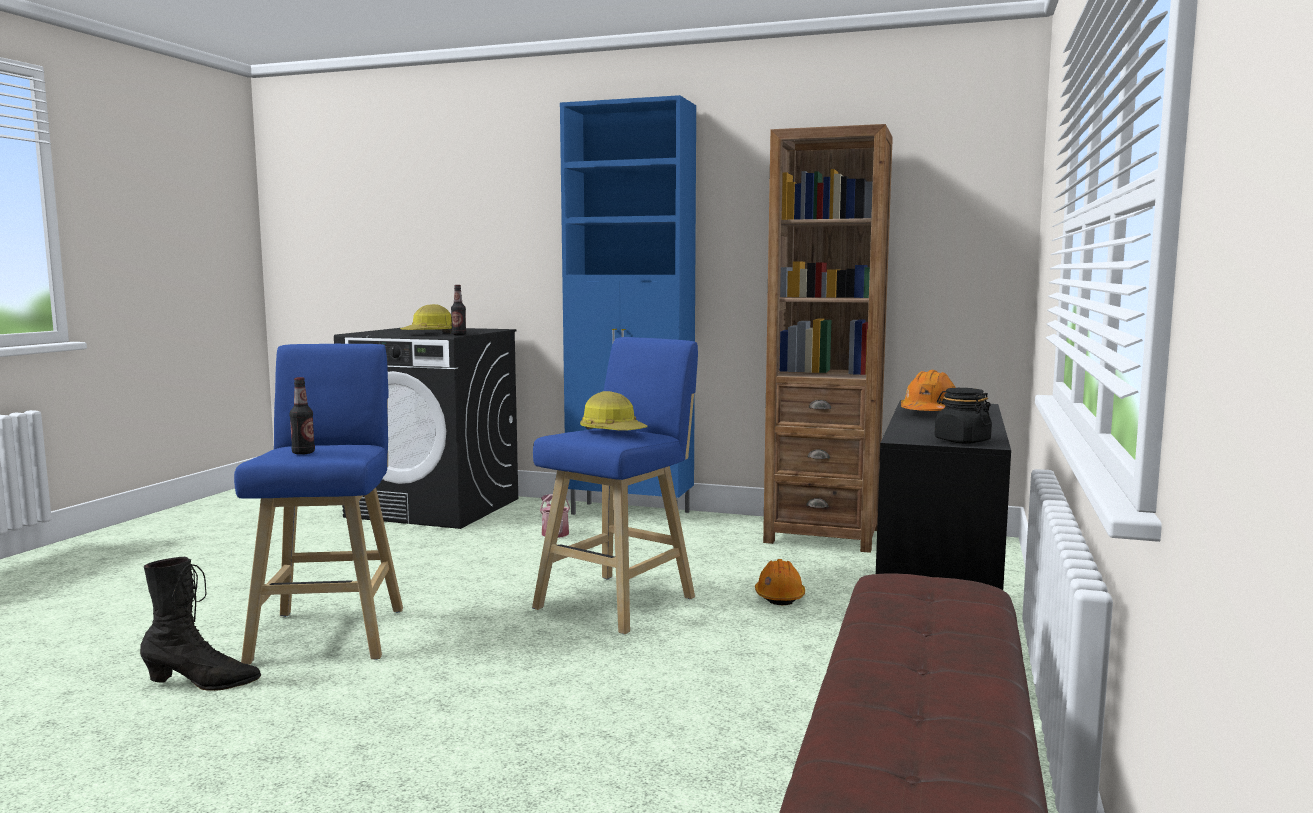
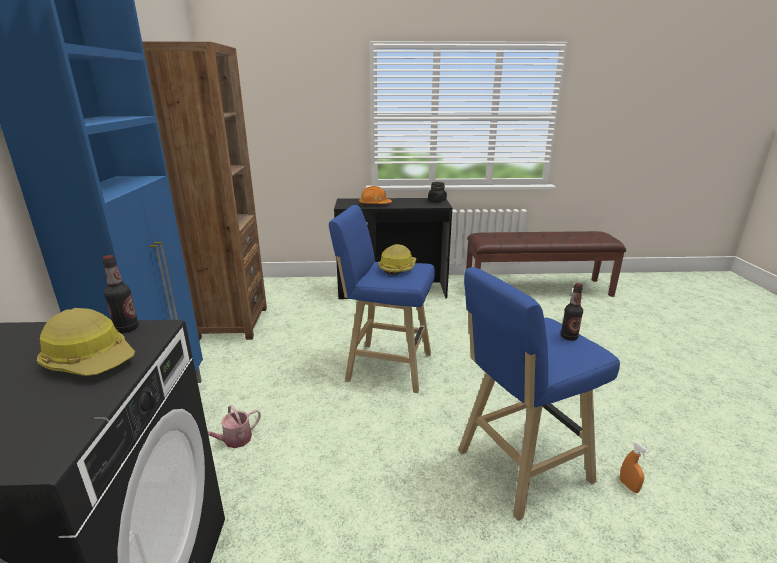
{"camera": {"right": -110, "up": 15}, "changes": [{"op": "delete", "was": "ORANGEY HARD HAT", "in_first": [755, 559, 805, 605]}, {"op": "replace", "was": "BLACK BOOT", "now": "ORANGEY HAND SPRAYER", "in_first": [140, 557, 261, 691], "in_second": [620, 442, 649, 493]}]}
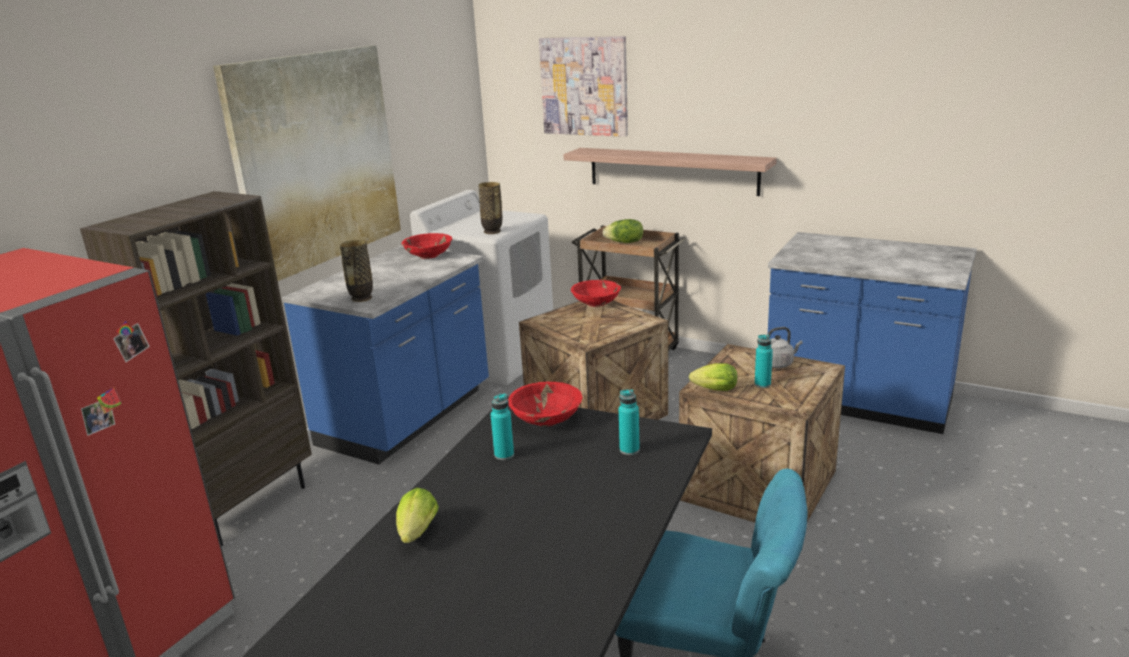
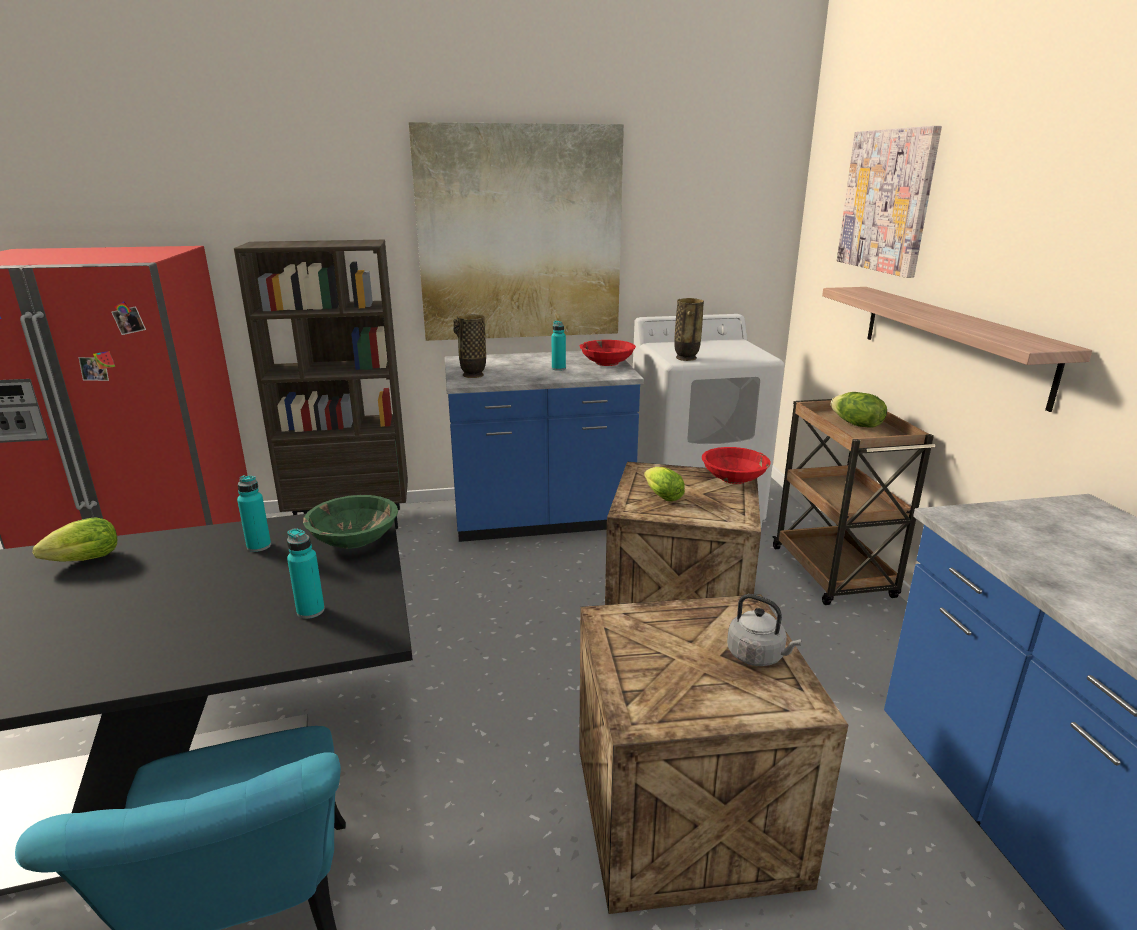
{"camera": {"right": 50, "up": 0}, "changes": [{"op": "move", "was": "LETTUCE", "in_first": [689, 363, 737, 391], "in_second": [644, 467, 685, 501]}, {"op": "move", "was": "TURQUOISE-COLOURED DRINK BOTTLE", "in_first": [755, 335, 773, 388], "in_second": [552, 321, 566, 371]}, {"op": "recolor", "was": "RED BOWL", "now": "GREEN-COLOURED BOWL", "in_first": [508, 382, 583, 427], "in_second": [303, 495, 398, 549]}]}
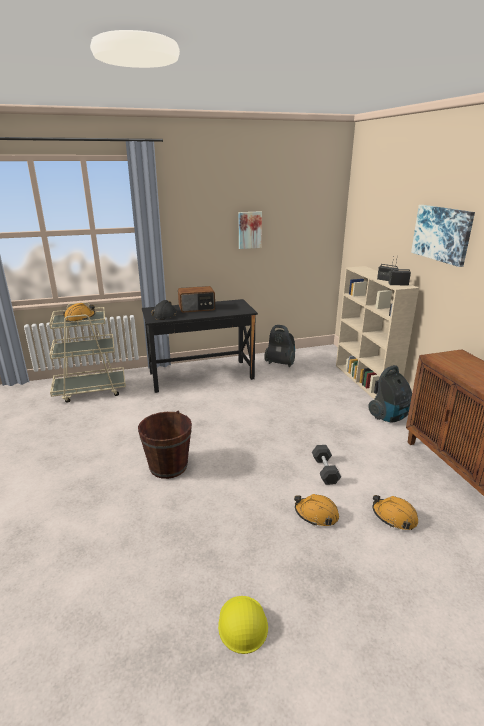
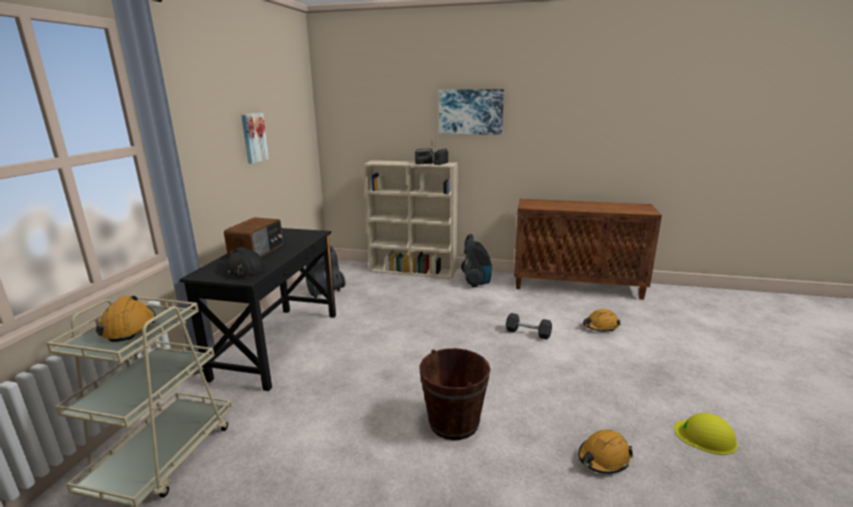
{"camera": {"right": -60, "up": -5}, "changes": [{"op": "move", "was": "ORANGEY HARD HAT", "in_first": [294, 494, 339, 526], "in_second": [578, 430, 633, 474]}]}
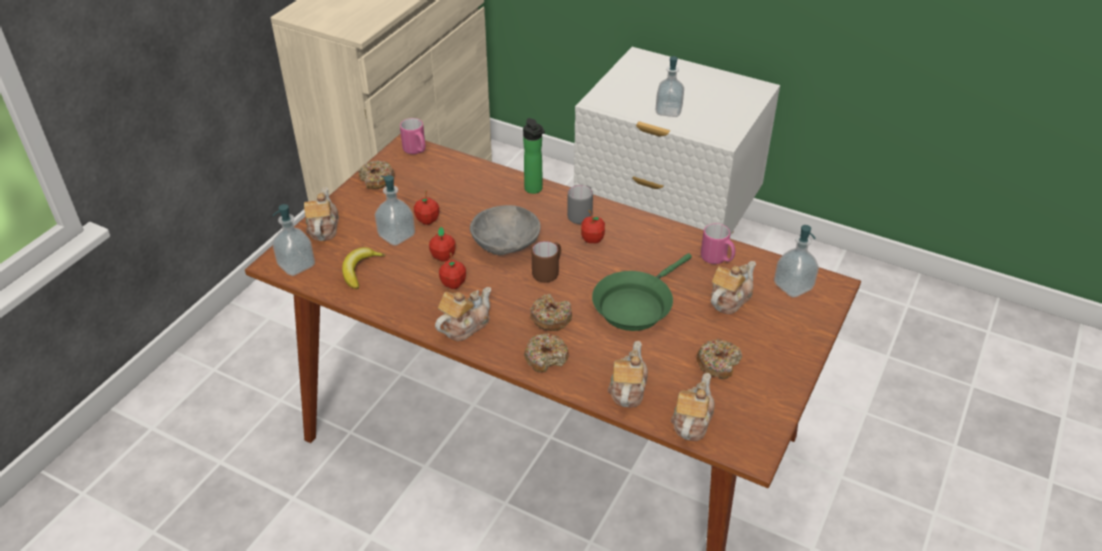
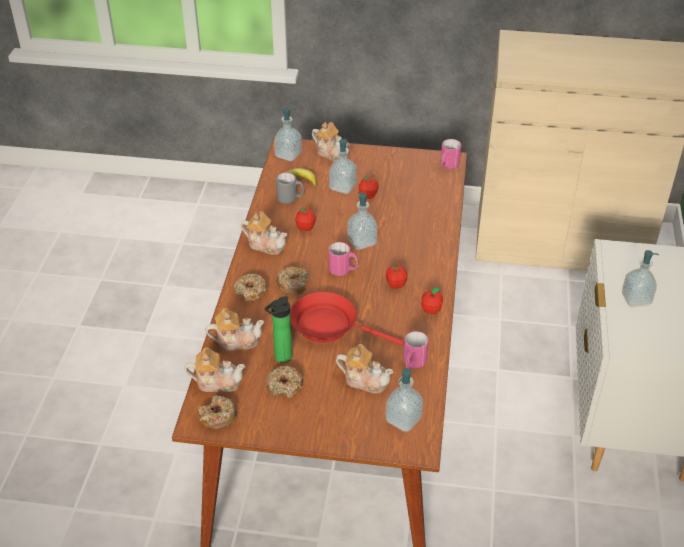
{"camera": {"right": 70, "up": 0}, "changes": [{"op": "move", "was": "DONUT", "in_first": [359, 160, 395, 189], "in_second": [198, 395, 237, 429]}, {"op": "move", "was": "APPLE", "in_first": [429, 227, 456, 261], "in_second": [421, 287, 443, 314]}, {"op": "move", "was": "DRINK BOTTLE", "in_first": [523, 118, 545, 194], "in_second": [265, 296, 292, 363]}, {"op": "move", "was": "GREYISH TEA MUG", "in_first": [567, 185, 593, 224], "in_second": [276, 173, 304, 204]}, {"op": "replace", "was": "GREYISH BOWL", "now": "SOAP BOTTLE", "in_first": [470, 205, 541, 255], "in_second": [348, 192, 377, 250]}, {"op": "recolor", "was": "BROWNISH TEA MUG", "now": "PINK-COLOURED TEA MUG", "in_first": [532, 241, 561, 283], "in_second": [328, 242, 359, 276]}, {"op": "recolor", "was": "GREEN-COLOURED SKILLET", "now": "RED SKILLET", "in_first": [592, 253, 692, 331], "in_second": [290, 292, 404, 345]}, {"op": "rotate", "was": "TEAPOT", "in_first": [304, 187, 339, 241], "in_second": [312, 122, 350, 161], "clockwise": 60}]}
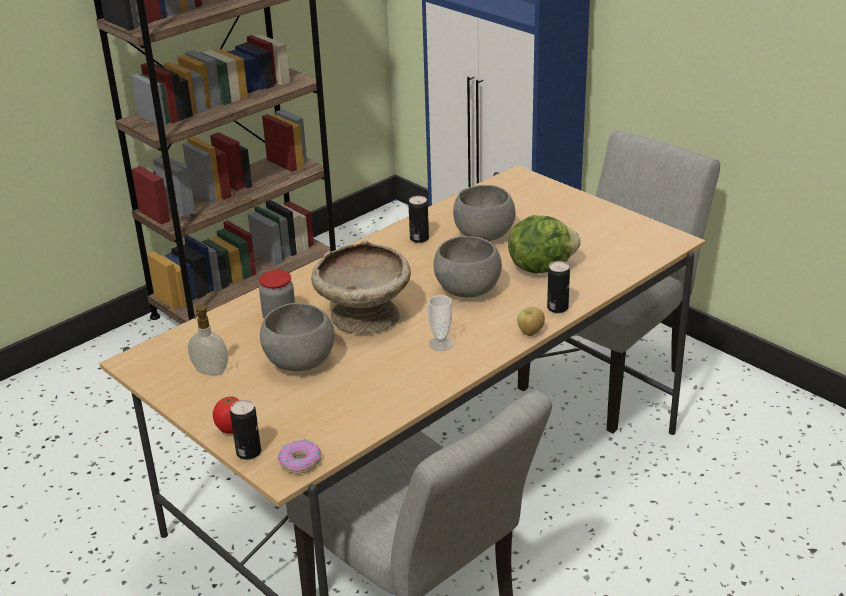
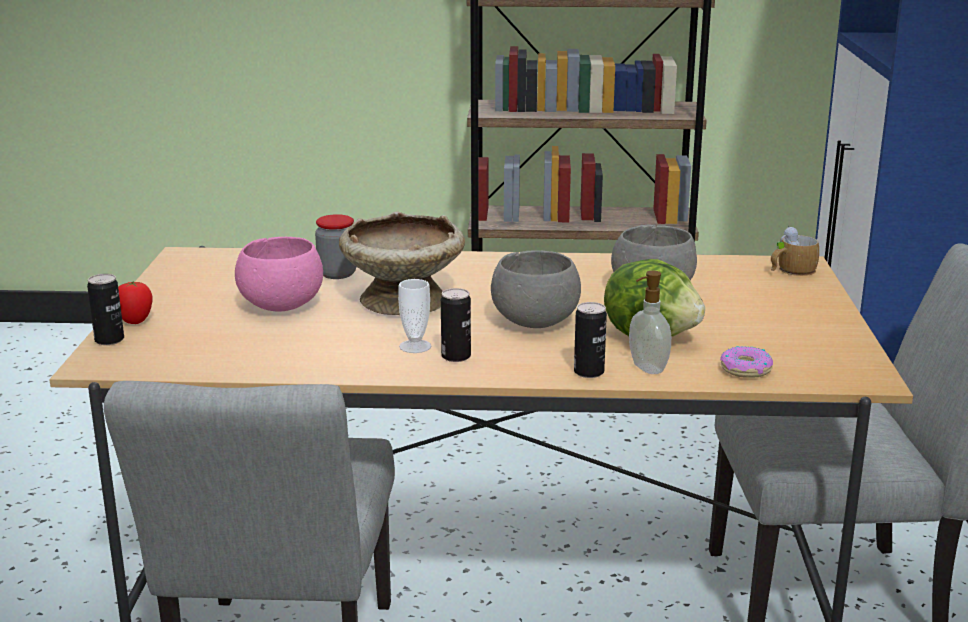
{"camera": {"right": 45, "up": -10}, "changes": [{"op": "delete", "was": "APPLE", "in_first": [517, 307, 545, 336]}, {"op": "insert", "now": "TEA MUG", "in_second": [771, 226, 819, 276]}, {"op": "move", "was": "SOAP BOTTLE", "in_first": [188, 305, 228, 376], "in_second": [629, 271, 671, 374]}, {"op": "move", "was": "DONUT", "in_first": [278, 439, 321, 474], "in_second": [720, 346, 773, 378]}, {"op": "move", "was": "SEALED CAN", "in_first": [408, 196, 429, 243], "in_second": [441, 288, 471, 362]}, {"op": "recolor", "was": "GREYISH BOWL", "now": "PINK-COLOURED BOWL", "in_first": [260, 303, 335, 371], "in_second": [235, 237, 323, 312]}]}
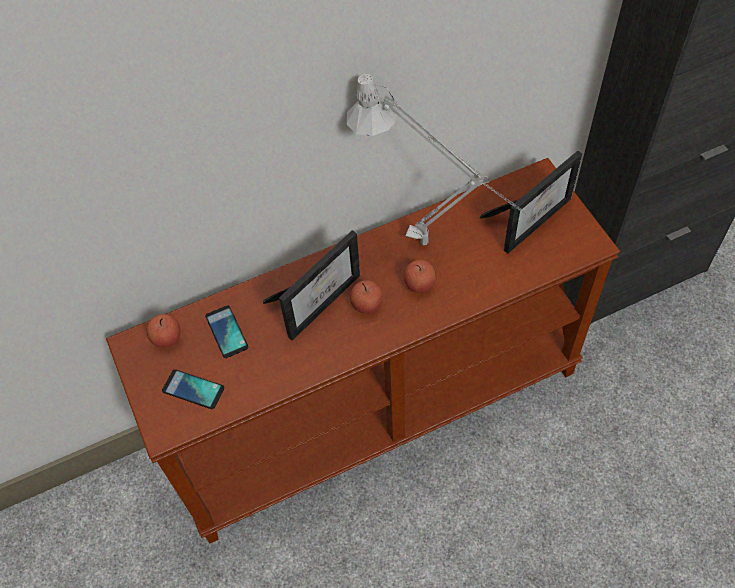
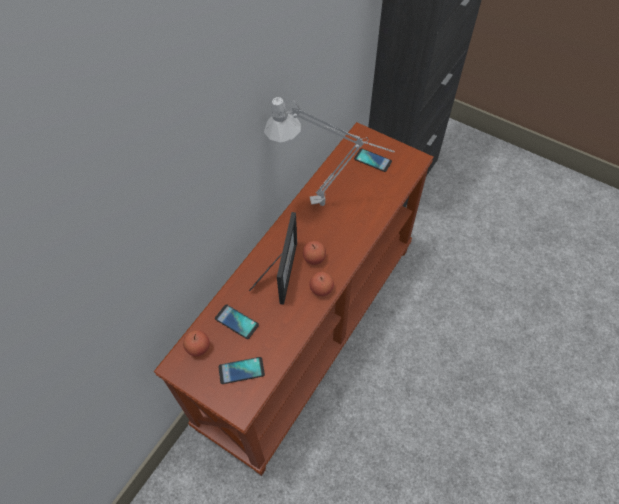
{"camera": {"right": -35, "up": 0}, "changes": [{"op": "move", "was": "APPLE", "in_first": [404, 260, 436, 293], "in_second": [309, 272, 334, 296]}, {"op": "replace", "was": "PHOTO FRAME", "now": "HANDSET", "in_first": [479, 151, 582, 254], "in_second": [354, 148, 392, 172]}]}
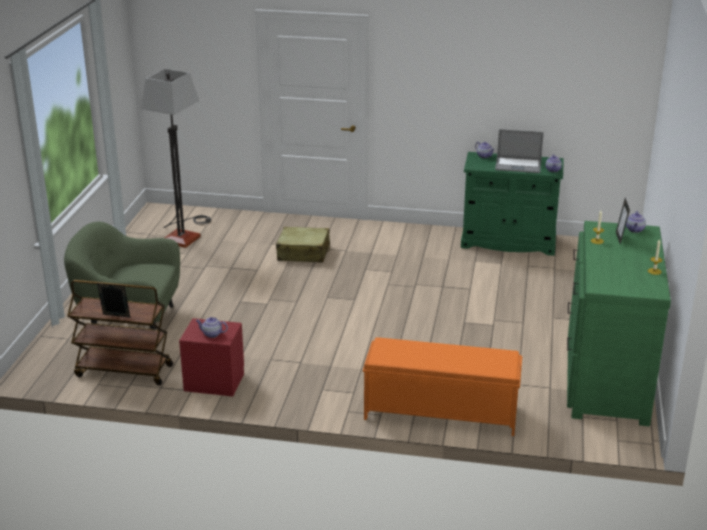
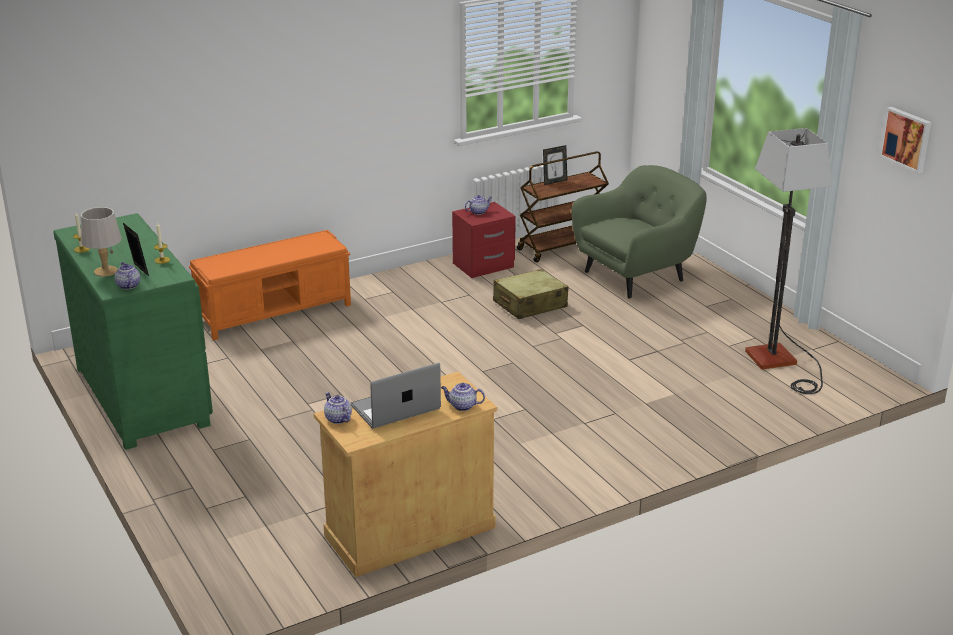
{"camera": {"right": 140, "up": 0}, "changes": [{"op": "insert", "now": "GREYISH TABLETOP LAMP", "in_second": [81, 207, 122, 277]}, {"op": "insert", "now": "PICTURE", "in_second": [879, 107, 931, 173]}, {"op": "move", "was": "BEIGE SUITCASE", "in_first": [276, 227, 330, 263], "in_second": [493, 269, 568, 319]}, {"op": "recolor", "was": "GREEN-COLOURED CUPBOARD", "now": "BEIGE CUPBOARD", "in_first": [461, 152, 564, 256], "in_second": [313, 372, 497, 577]}]}
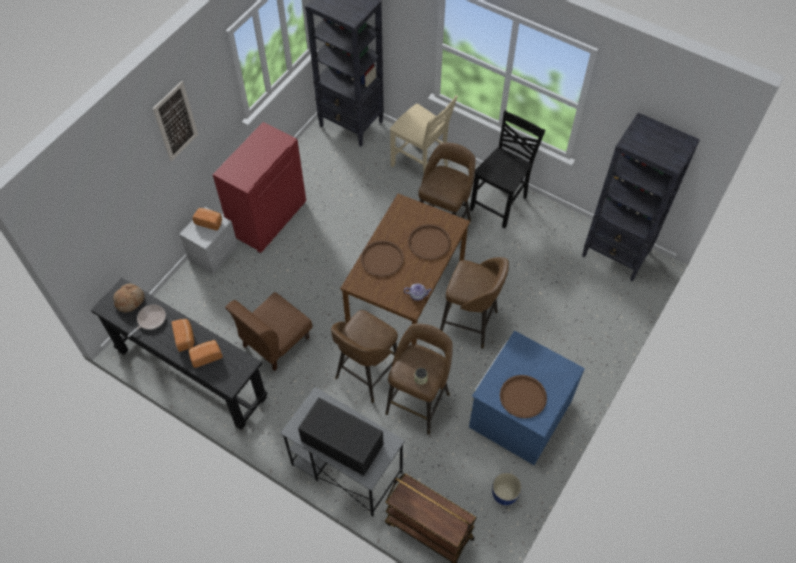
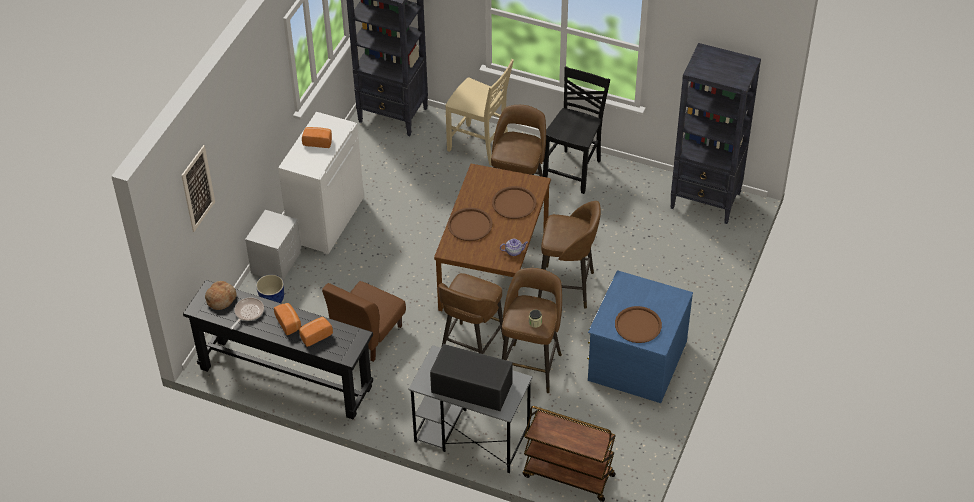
{"camera": {"right": -10, "up": -10}, "changes": [{"op": "move", "was": "PICTURE", "in_first": [153, 81, 198, 162], "in_second": [181, 145, 215, 232]}, {"op": "move", "was": "BAKERY BREAD", "in_first": [193, 208, 222, 231], "in_second": [302, 127, 332, 148]}, {"op": "move", "was": "PLANTER", "in_first": [492, 472, 522, 505], "in_second": [256, 275, 284, 303]}, {"op": "recolor", "was": "RED CUPBOARD", "now": "WHITE CUPBOARD", "in_first": [213, 122, 306, 253], "in_second": [278, 112, 364, 255]}]}
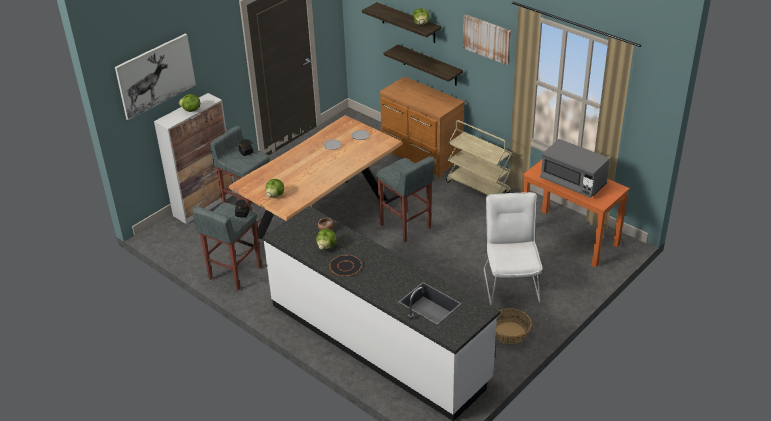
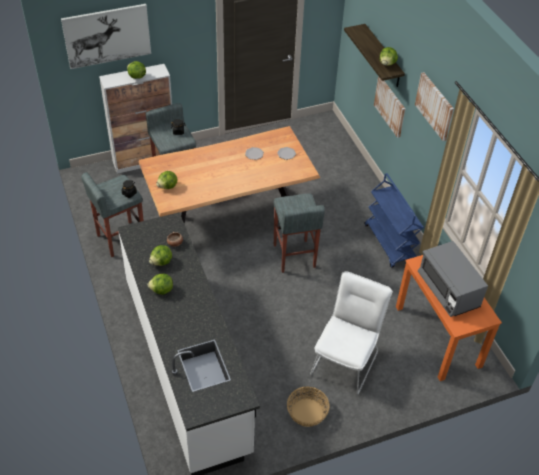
{"camera": {"right": 25, "up": 10}, "changes": [{"op": "delete", "was": "BROWNISH CHEST OF DRAWERS", "in_first": [380, 76, 465, 178]}, {"op": "replace", "was": "BLACK DINNER PLATE", "now": "LETTUCE", "in_first": [329, 255, 362, 276], "in_second": [148, 274, 173, 295]}, {"op": "replace", "was": "SHELF", "now": "PICTURE", "in_first": [384, 45, 463, 86], "in_second": [374, 77, 405, 138]}, {"op": "recolor", "was": "BEIGE WHEELED CART", "now": "BLUE WHEELED CART", "in_first": [446, 120, 512, 195], "in_second": [365, 173, 424, 268]}]}
